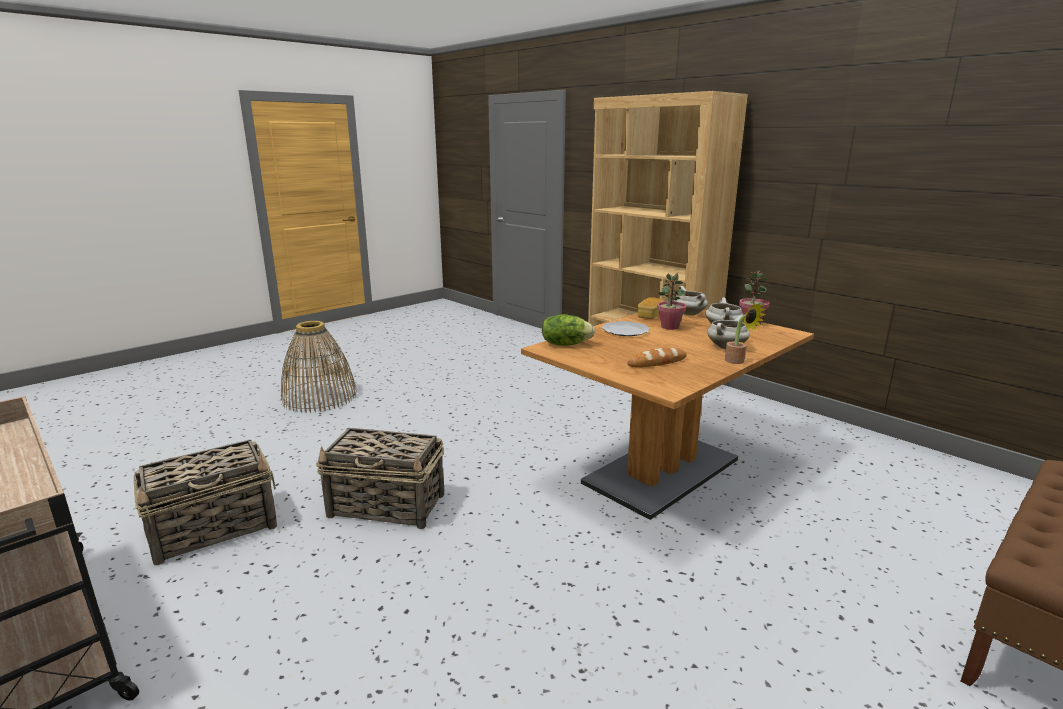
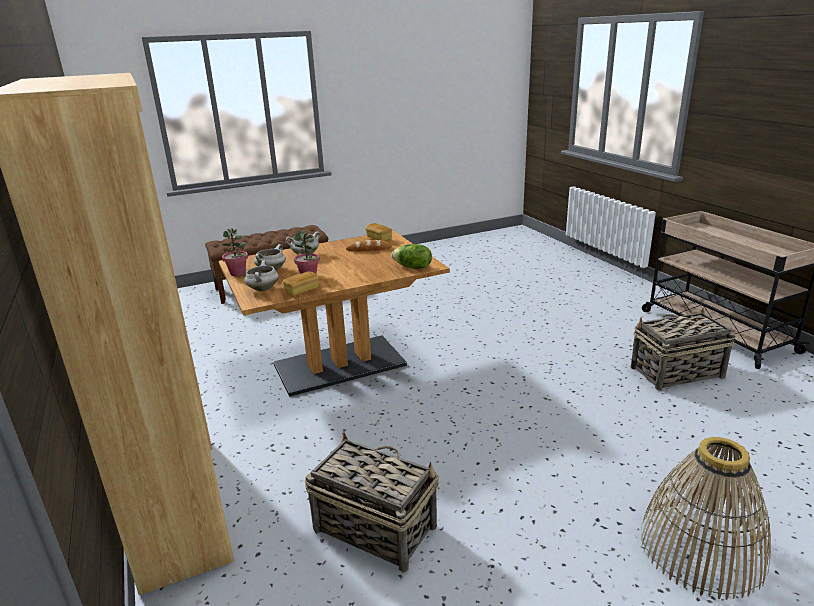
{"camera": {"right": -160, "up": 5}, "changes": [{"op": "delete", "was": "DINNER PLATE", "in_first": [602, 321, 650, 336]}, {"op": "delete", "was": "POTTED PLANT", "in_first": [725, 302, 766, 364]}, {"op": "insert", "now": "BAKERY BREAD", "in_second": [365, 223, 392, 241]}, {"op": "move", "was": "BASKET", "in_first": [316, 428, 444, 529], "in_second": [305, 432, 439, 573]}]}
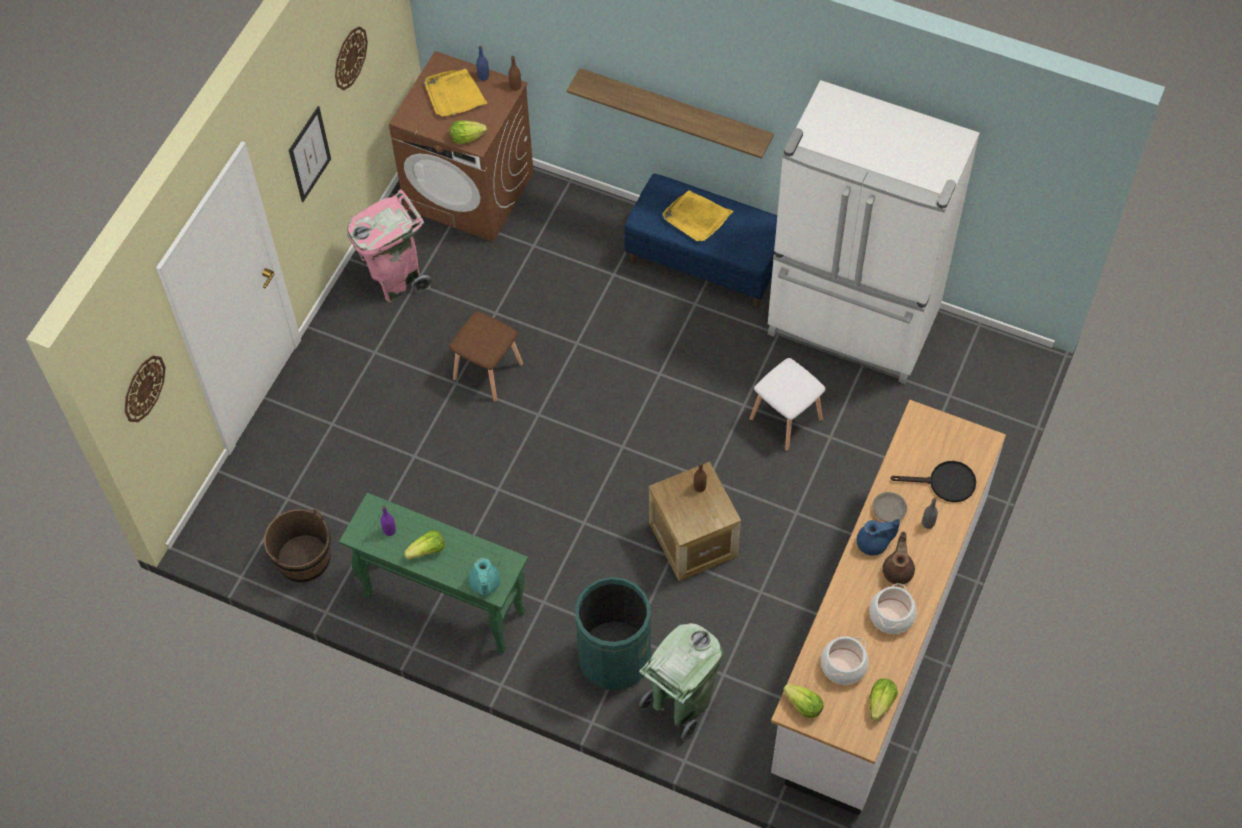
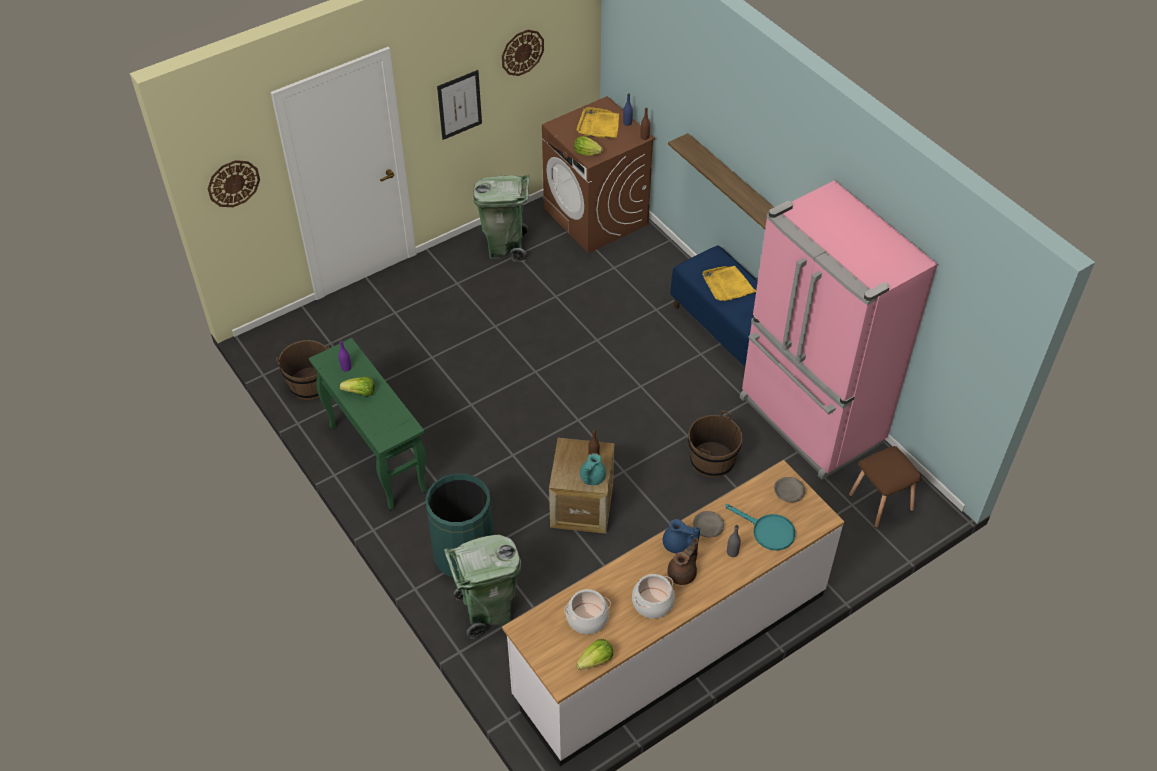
{"camera": {"right": 30, "up": -10}, "changes": [{"op": "delete", "was": "LETTUCE", "in_first": [783, 684, 823, 718]}, {"op": "insert", "now": "GREYISH BOWL", "in_second": [774, 477, 805, 503]}, {"op": "move", "was": "BROWNISH STOOL", "in_first": [449, 311, 523, 402], "in_second": [849, 446, 922, 528]}, {"op": "move", "was": "TURQUOISE-COLOURED TEAPOT", "in_first": [468, 558, 500, 596], "in_second": [580, 453, 606, 485]}, {"op": "replace", "was": "WHITE STOOL", "now": "BROWNISH BUCKET", "in_first": [749, 358, 826, 451], "in_second": [688, 410, 743, 478]}, {"op": "recolor", "was": "PINK-COLOURED TRASH CAN", "now": "GREEN-COLOURED TRASH CAN", "in_first": [347, 189, 432, 302], "in_second": [473, 174, 529, 262]}, {"op": "recolor", "was": "WHITE FRIDGE", "now": "PINK-COLOURED FRIDGE", "in_first": [768, 80, 980, 384], "in_second": [740, 180, 937, 480]}, {"op": "recolor", "was": "BLACK SKILLET", "now": "TURQUOISE-COLOURED SKILLET", "in_first": [890, 461, 976, 502], "in_second": [725, 504, 796, 551]}]}
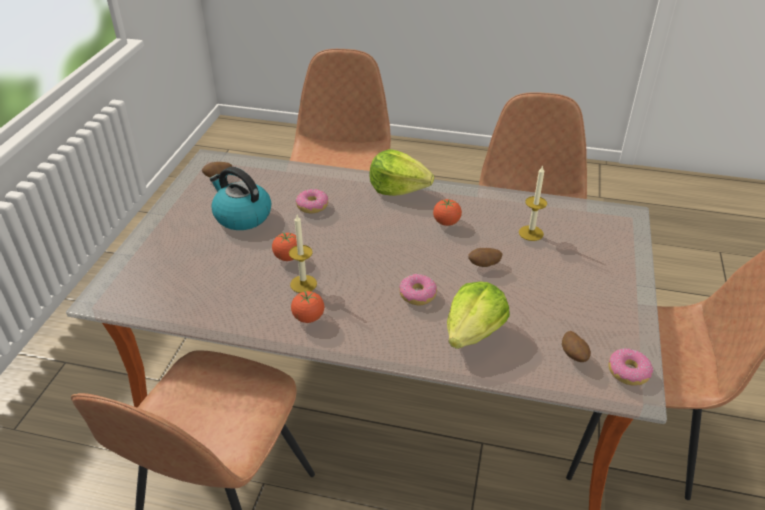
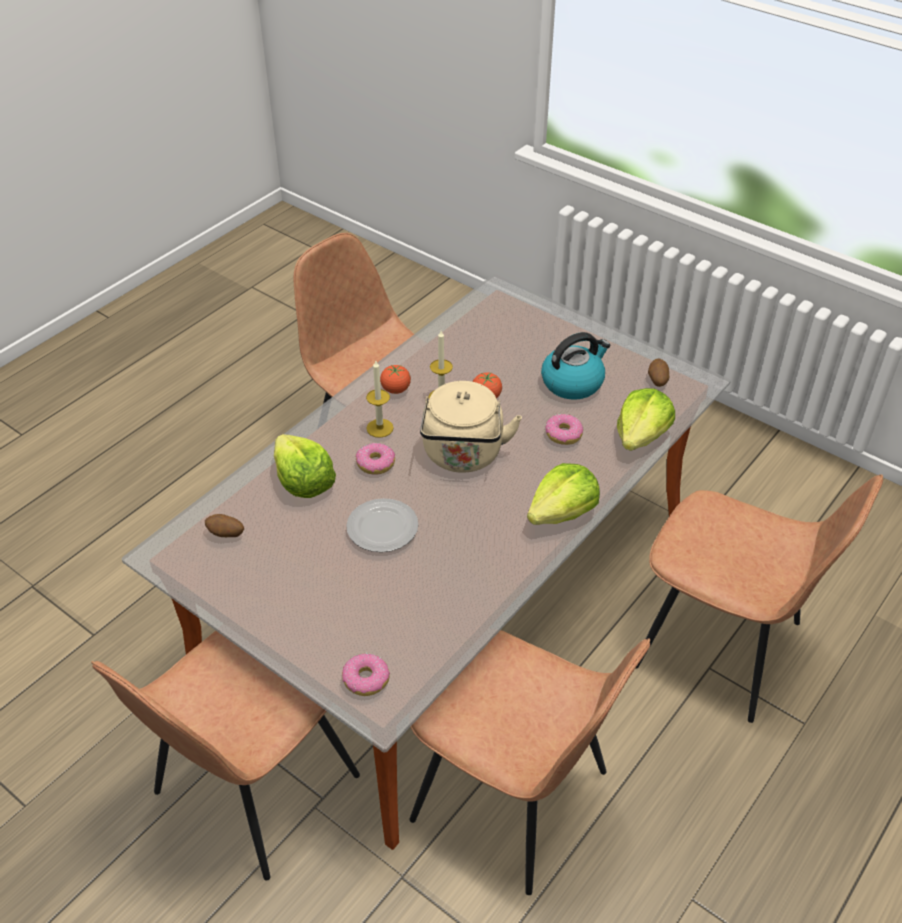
{"camera": {"right": 115, "up": 5}, "changes": [{"op": "delete", "was": "TOMATO", "in_first": [433, 199, 462, 226]}, {"op": "insert", "now": "BEIGE TEA KETTLE", "in_second": [420, 381, 522, 473]}, {"op": "insert", "now": "LETTUCE", "in_second": [617, 388, 675, 451]}, {"op": "move", "was": "CANDLE", "in_first": [519, 165, 547, 241], "in_second": [366, 361, 394, 438]}, {"op": "move", "was": "DONUT", "in_first": [608, 348, 653, 386], "in_second": [342, 653, 390, 696]}, {"op": "replace", "was": "WHOLE POTATO", "now": "DINNER PLATE", "in_first": [468, 248, 502, 267], "in_second": [346, 498, 419, 552]}]}
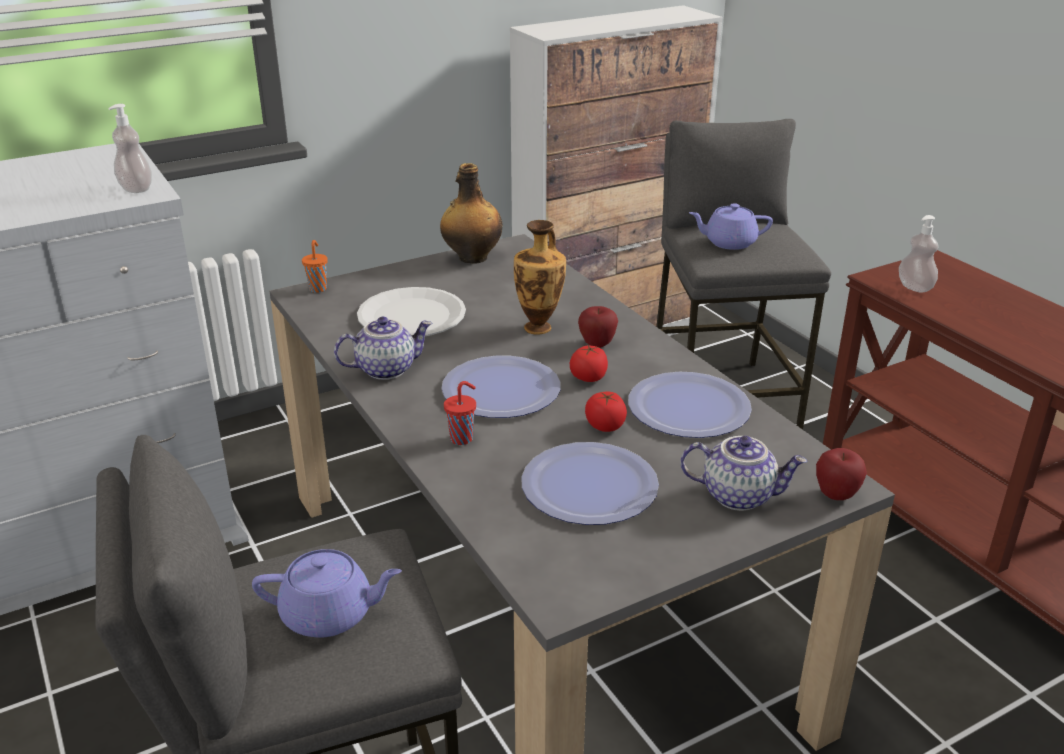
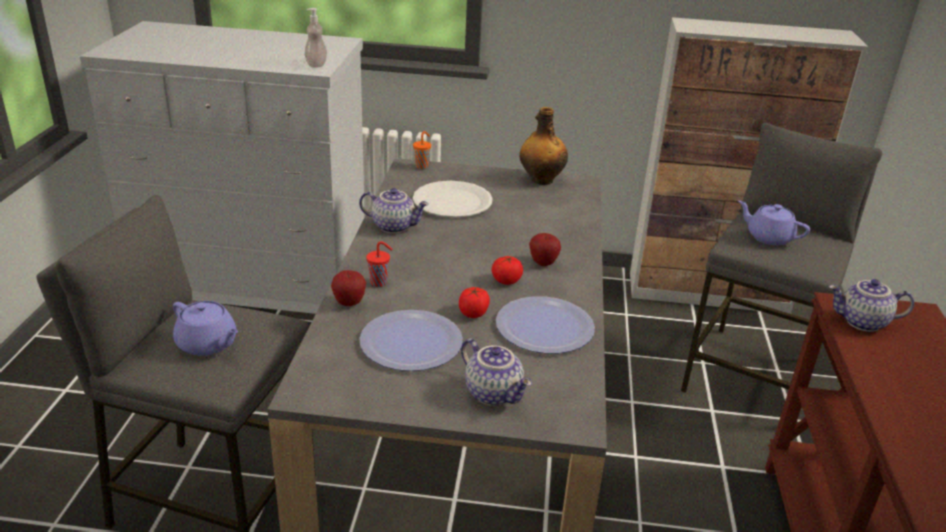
{"camera": {"right": 35, "up": 0}, "changes": [{"op": "delete", "was": "DINNER PLATE", "in_first": [441, 356, 560, 418]}, {"op": "delete", "was": "VASE", "in_first": [514, 220, 566, 335]}, {"op": "move", "was": "APPLE", "in_first": [816, 448, 867, 500], "in_second": [331, 270, 366, 306]}, {"op": "replace", "was": "SOAP BOTTLE", "now": "TEAPOT", "in_first": [899, 215, 939, 293], "in_second": [829, 279, 914, 332]}]}
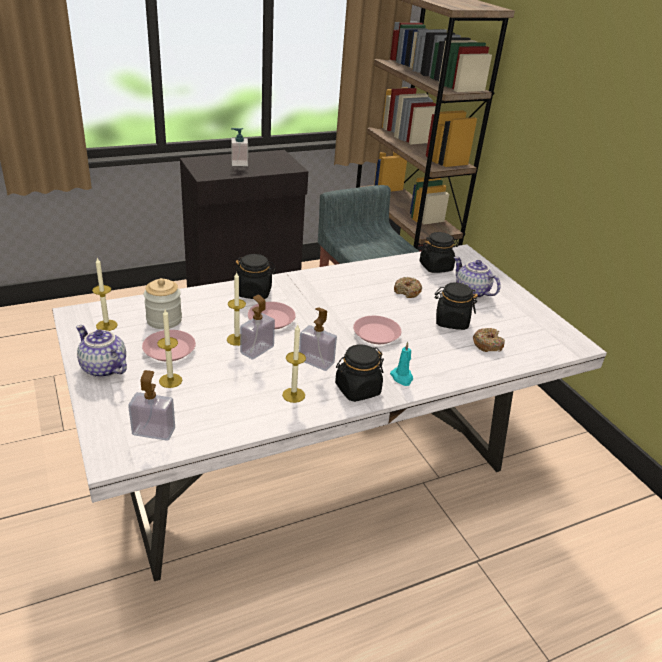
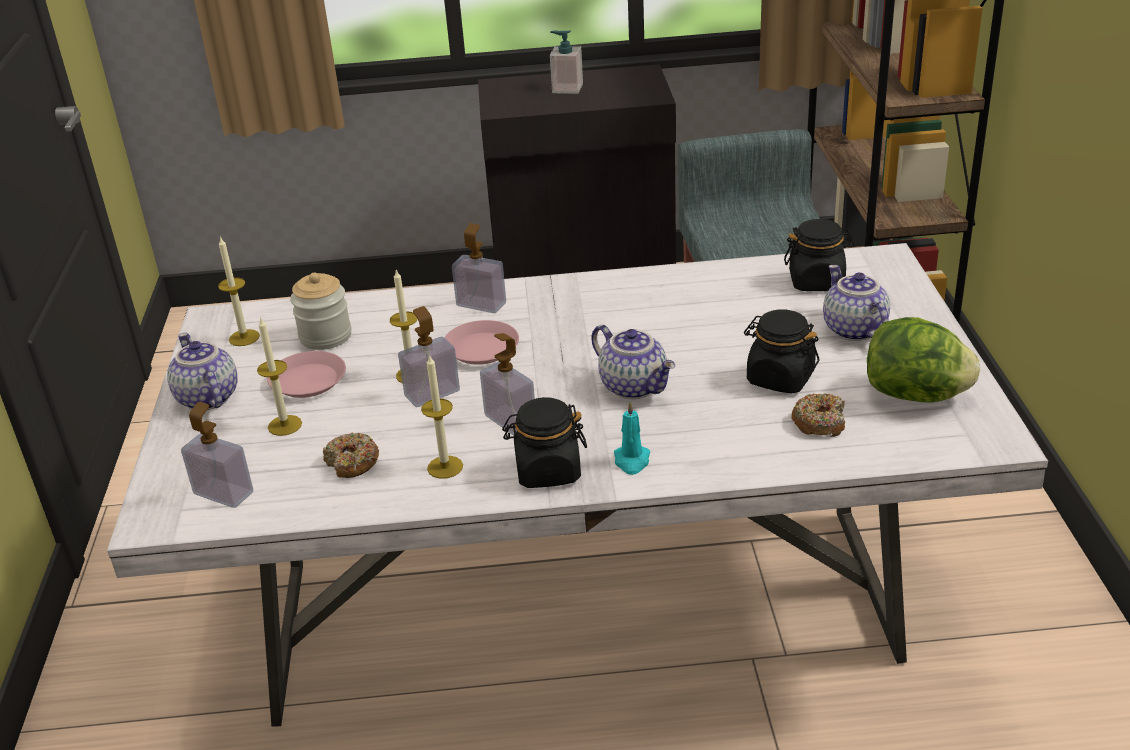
{"camera": {"right": 25, "up": 0}, "changes": [{"op": "insert", "now": "LETTUCE", "in_second": [867, 317, 980, 403]}, {"op": "move", "was": "DONUT", "in_first": [394, 277, 423, 298], "in_second": [323, 433, 379, 478]}, {"op": "replace", "was": "BLACK PRESERVE JAR", "now": "SOAP BOTTLE", "in_first": [235, 254, 276, 299], "in_second": [452, 223, 506, 313]}, {"op": "replace", "was": "PINK-COLOURED DINNER PLATE", "now": "TEAPOT", "in_first": [353, 316, 401, 344], "in_second": [591, 325, 675, 399]}]}
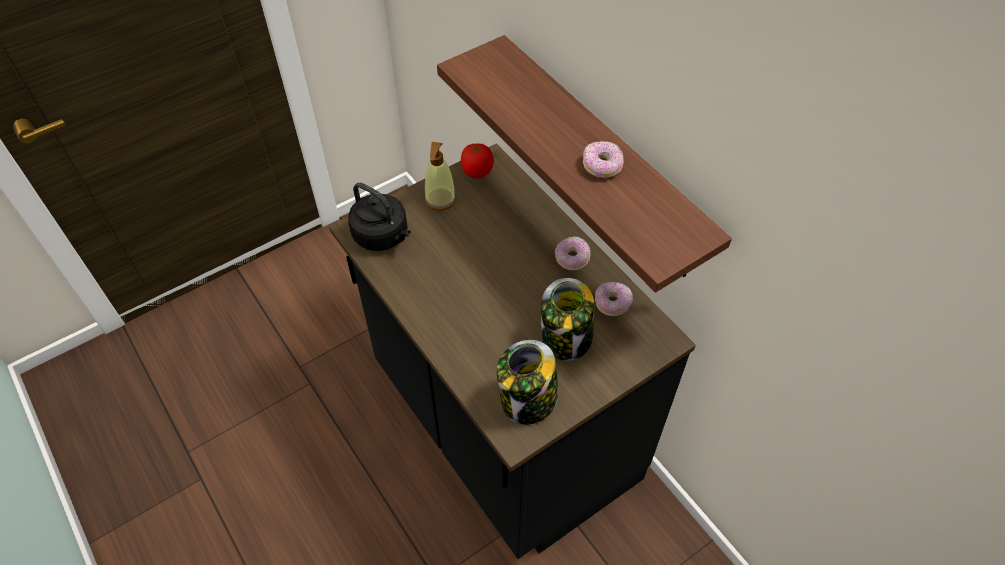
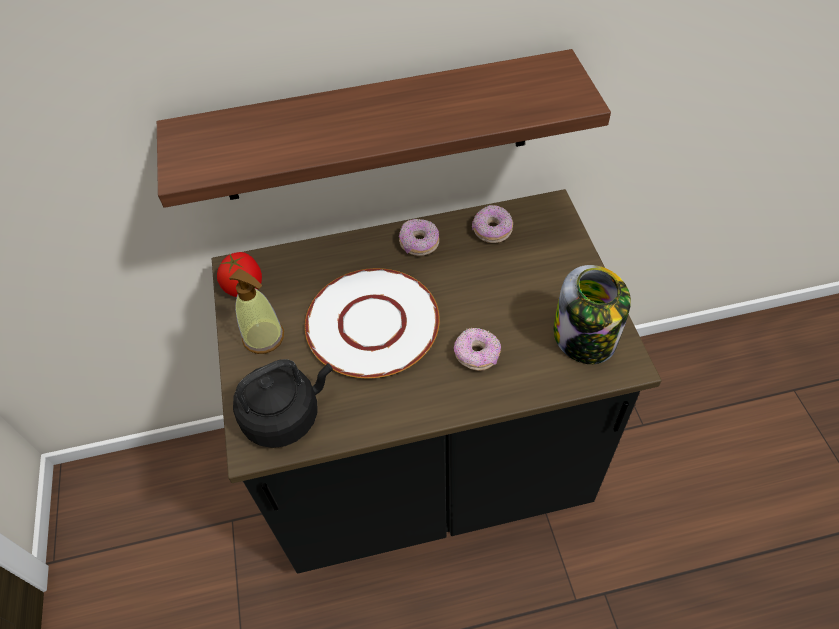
{"camera": {"right": -65, "up": 0}, "changes": [{"op": "delete", "was": "PRESERVE JAR", "in_first": [541, 278, 594, 361]}, {"op": "insert", "now": "WHITE DINNER PLATE", "in_second": [305, 268, 440, 378]}, {"op": "move", "was": "DONUT", "in_first": [583, 141, 624, 178], "in_second": [454, 327, 501, 371]}]}
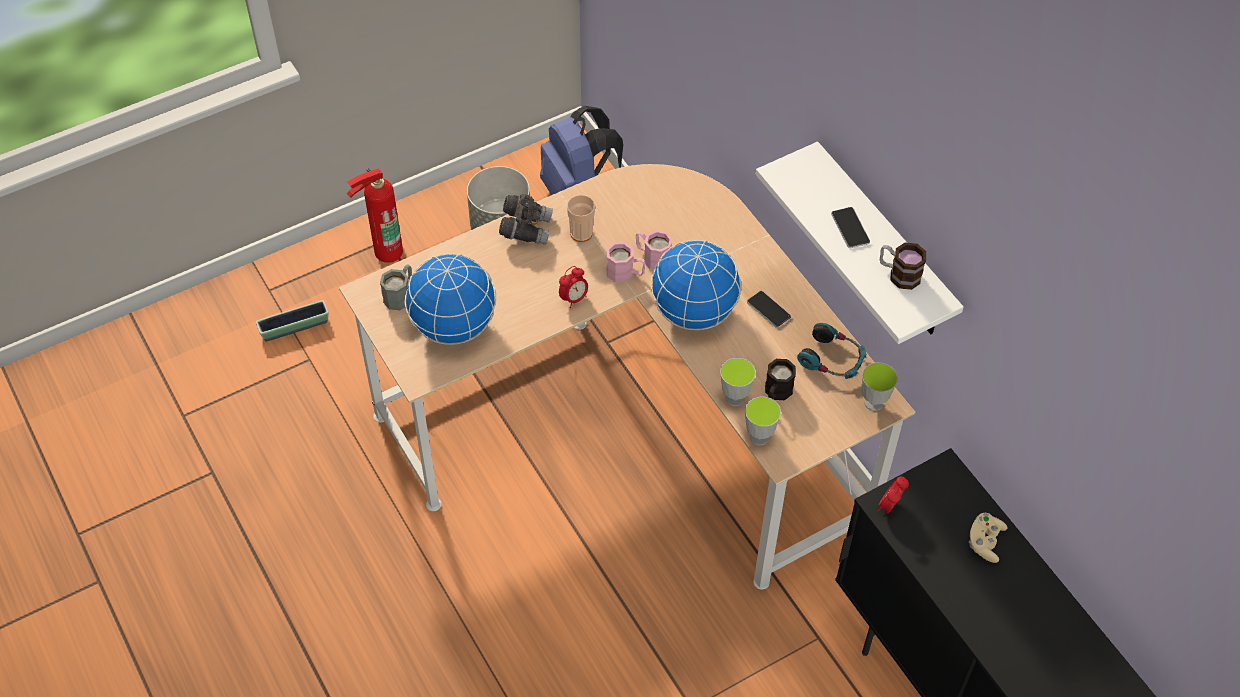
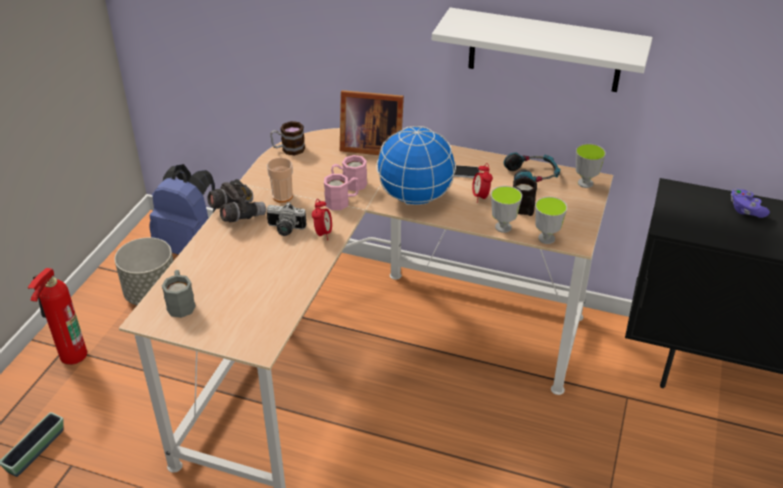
{"camera": {"right": -40, "up": -15}, "changes": [{"op": "delete", "was": "DESK GLOBE", "in_first": [405, 254, 497, 345]}, {"op": "delete", "was": "HANDSET", "in_first": [831, 207, 870, 248]}, {"op": "insert", "now": "STILL CAMERA", "in_second": [266, 202, 307, 236]}, {"op": "insert", "now": "PHOTO FRAME", "in_second": [340, 90, 404, 155]}, {"op": "move", "was": "BEDSIDE CLOCK", "in_first": [878, 477, 909, 514], "in_second": [472, 163, 493, 203]}, {"op": "move", "was": "TEA MUG", "in_first": [880, 242, 926, 290], "in_second": [270, 121, 305, 155]}, {"op": "recolor", "was": "BEIGE GAME CONTROLLER", "now": "PURPLE GAME CONTROLLER", "in_first": [969, 513, 1007, 563], "in_second": [731, 189, 770, 218]}]}
